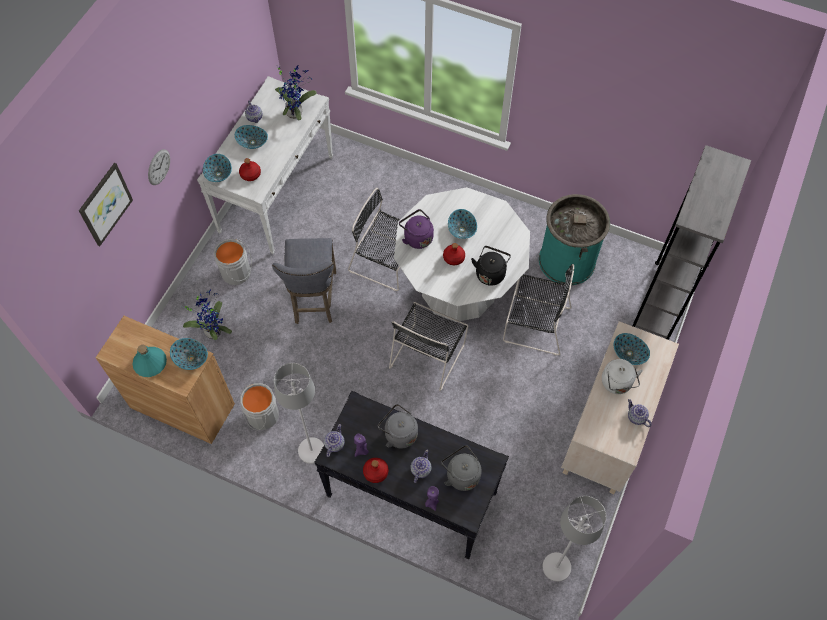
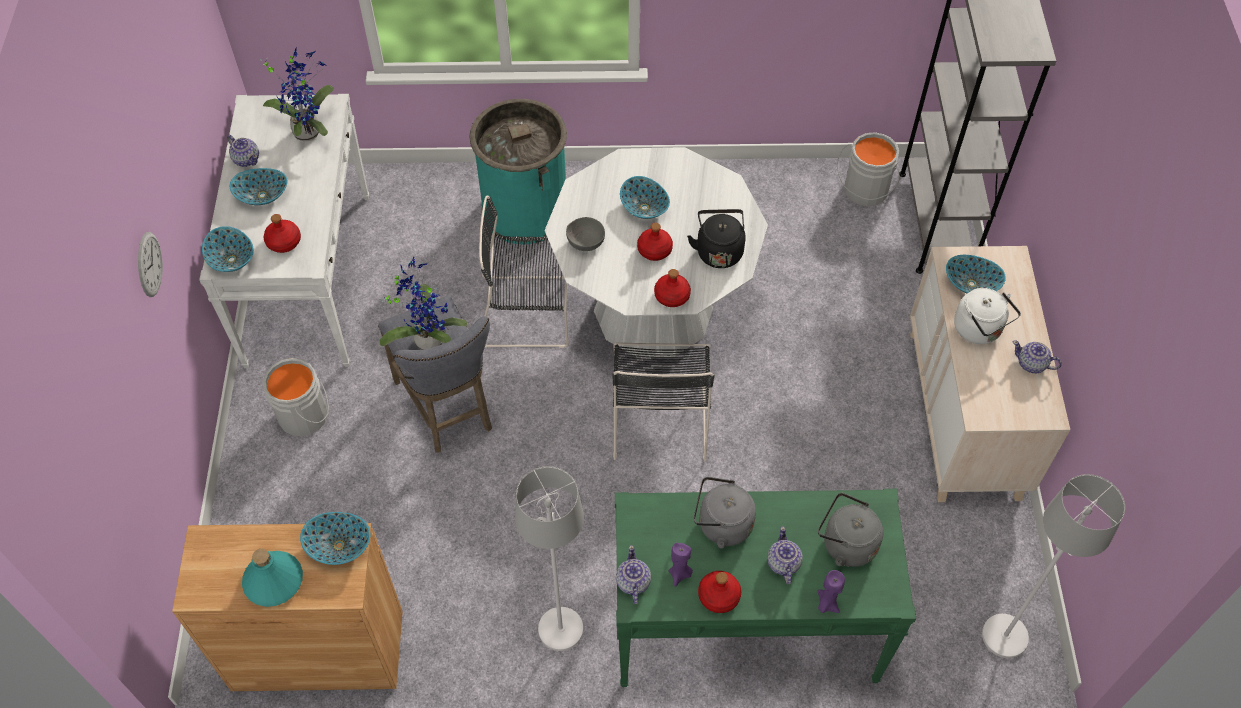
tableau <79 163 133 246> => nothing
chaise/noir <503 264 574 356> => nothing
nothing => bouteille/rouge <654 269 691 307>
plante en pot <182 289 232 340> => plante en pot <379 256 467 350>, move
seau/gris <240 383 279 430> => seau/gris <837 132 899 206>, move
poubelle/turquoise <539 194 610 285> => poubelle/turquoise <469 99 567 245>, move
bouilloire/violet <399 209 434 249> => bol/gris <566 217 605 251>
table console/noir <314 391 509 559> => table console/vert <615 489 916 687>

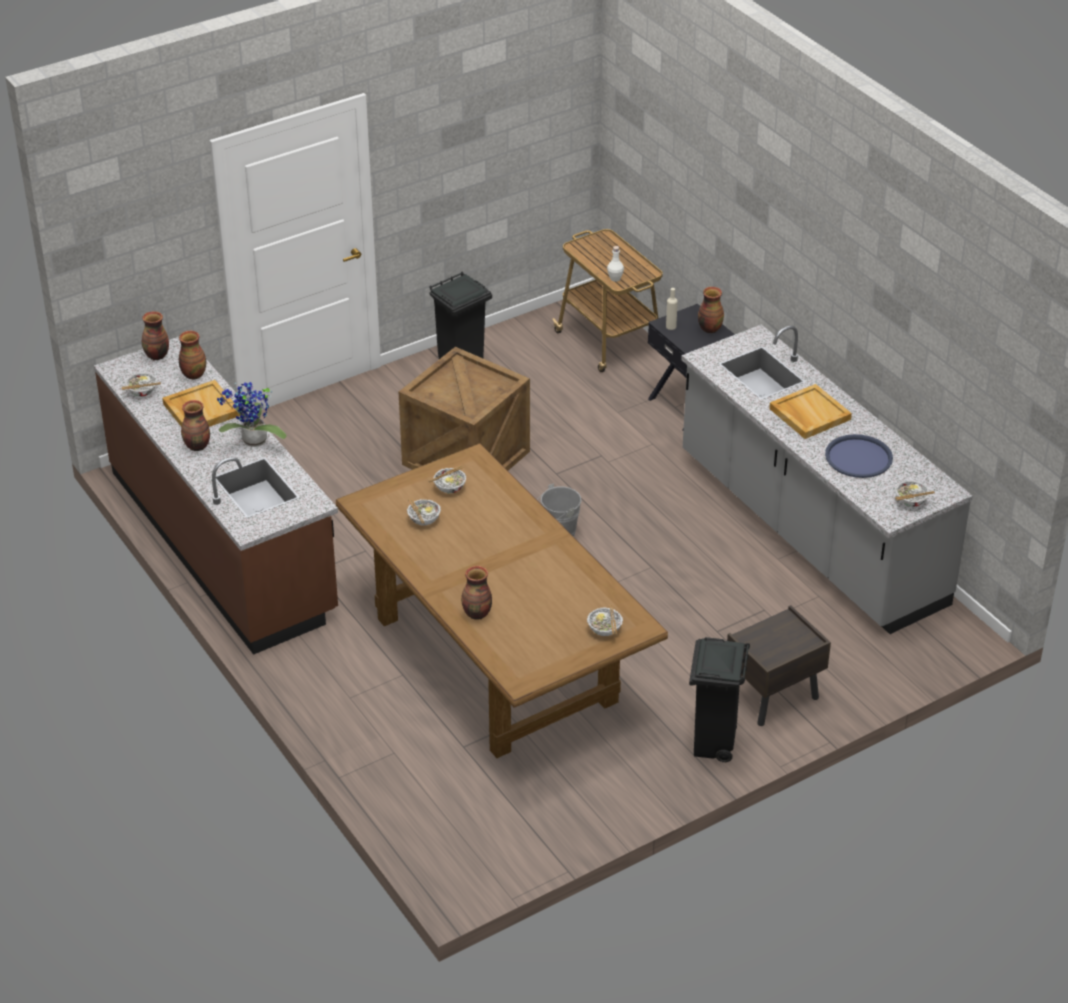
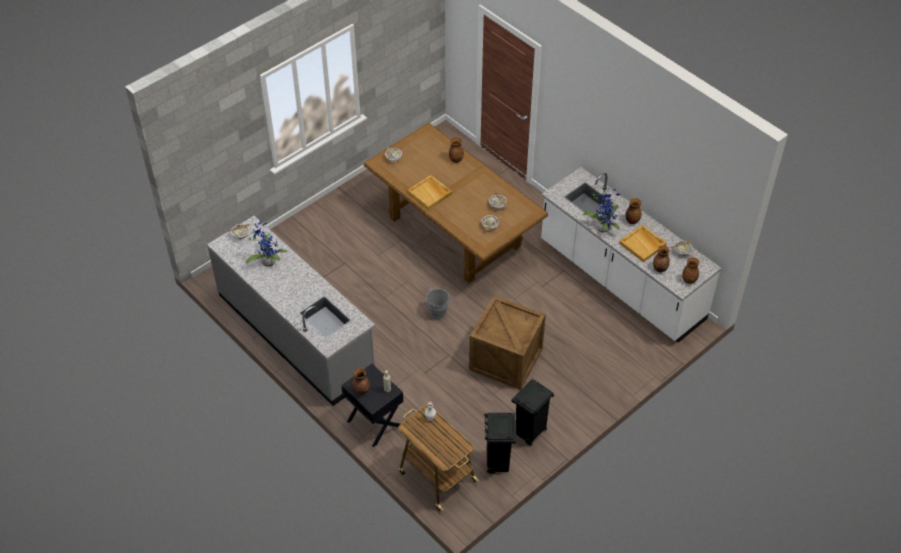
table de chevet/marron <727 605 831 726> => nothing
poubelle/noir <689 637 750 762> => poubelle/noir <484 413 516 474>, move
plateau/beige <769 384 852 439> => plateau/beige <407 175 452 210>, move
plateau/bleu <825 434 893 478> => plante en pot <246 220 287 267>
comptoir de cuisine/marron <94 337 338 655> => comptoir de cuisine/blanc <541 167 722 343>

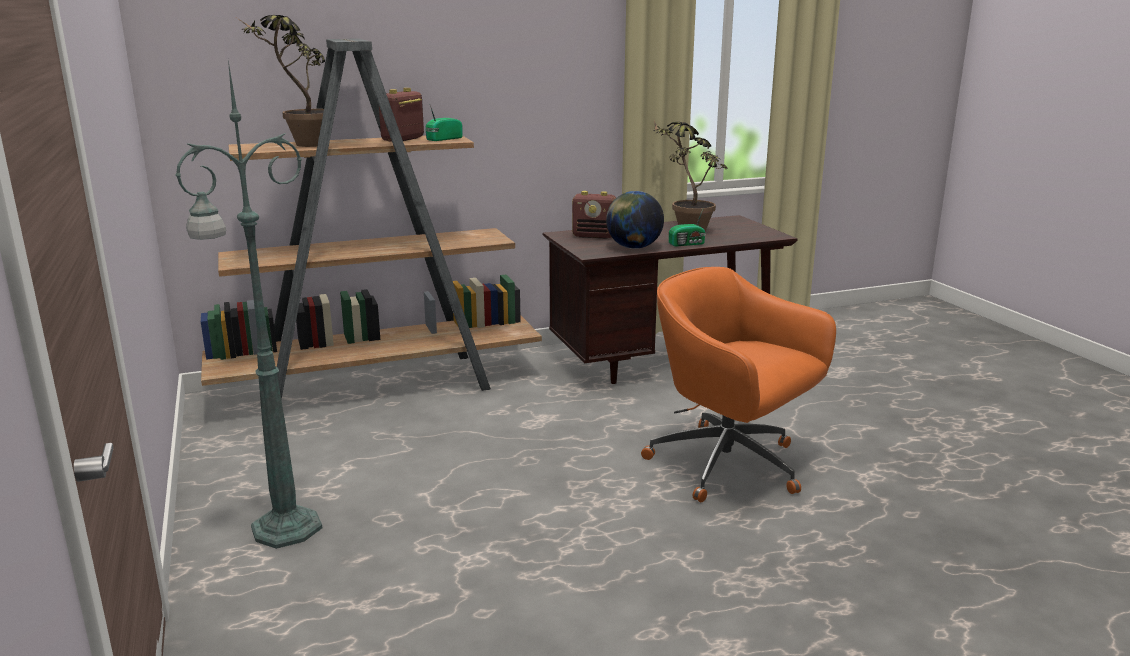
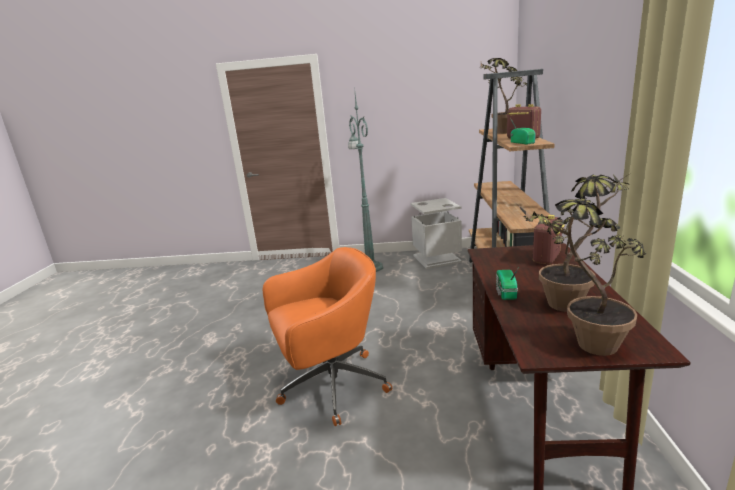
globe <606 191 664 249> => nothing
nothing => poubelle/gris <411 198 462 269>
nothing => plante en pot <517 199 646 356>

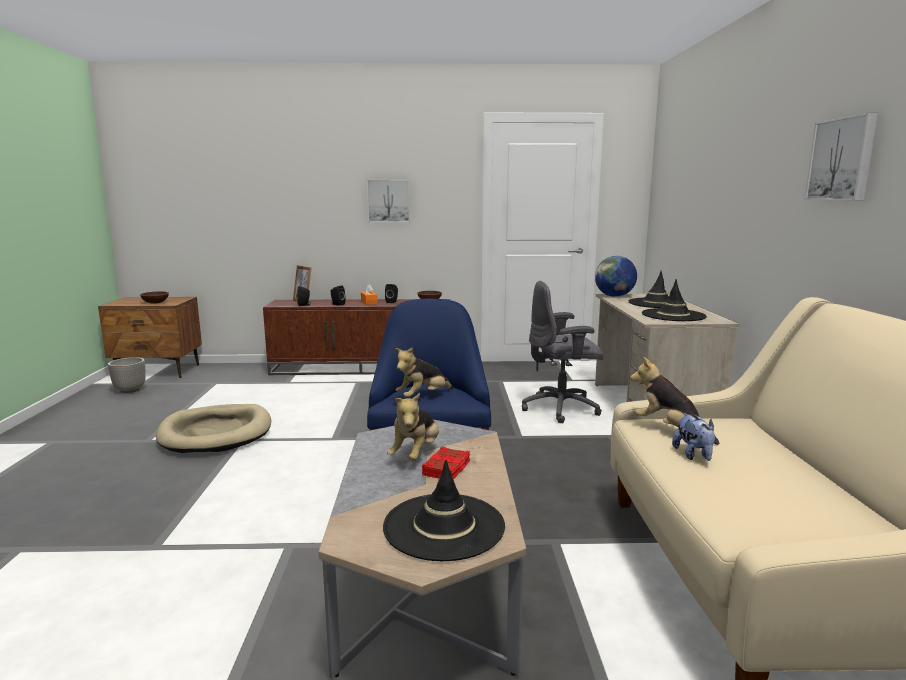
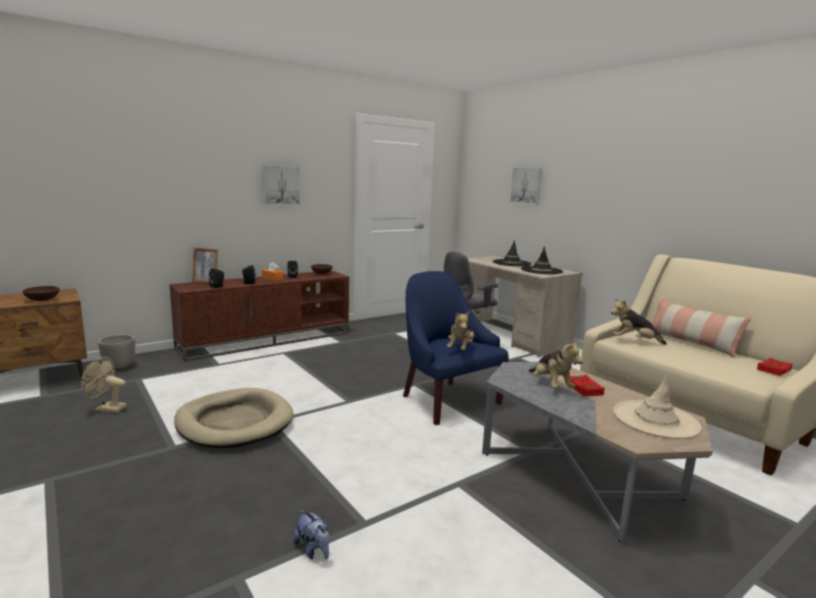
globe <595 256 637 297> => nothing
nothing => ventilateur/beige <81 357 126 413>
nothing => coussin <652 297 751 358>
nothing => livre/rouge <757 358 792 376>
cache-pot <108 357 146 393> => cache-pot <98 335 135 370>, move
peluche <672 413 715 461> => peluche <293 510 330 560>, move
tableau <805 113 878 200> => tableau <510 168 542 204>, move
chapeau/noir <383 460 505 561> => chapeau/beige <613 375 702 439>

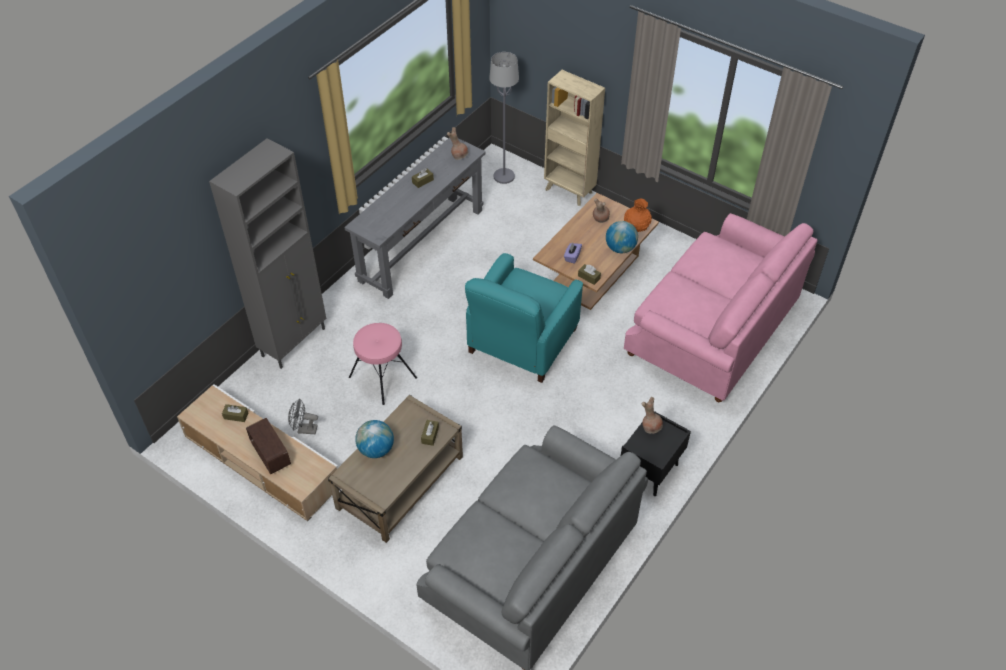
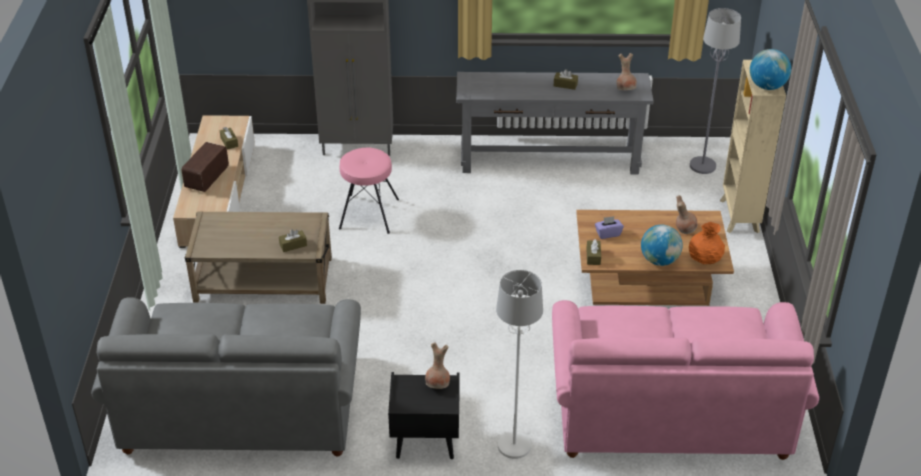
ventilateur/gris <288 399 318 434> => nothing
fauteuil/turquoise <465 253 583 383> => nothing
nothing => lampadaire/blanc <496 270 543 459>
globe <355 420 394 458> => globe <750 49 791 90>, move

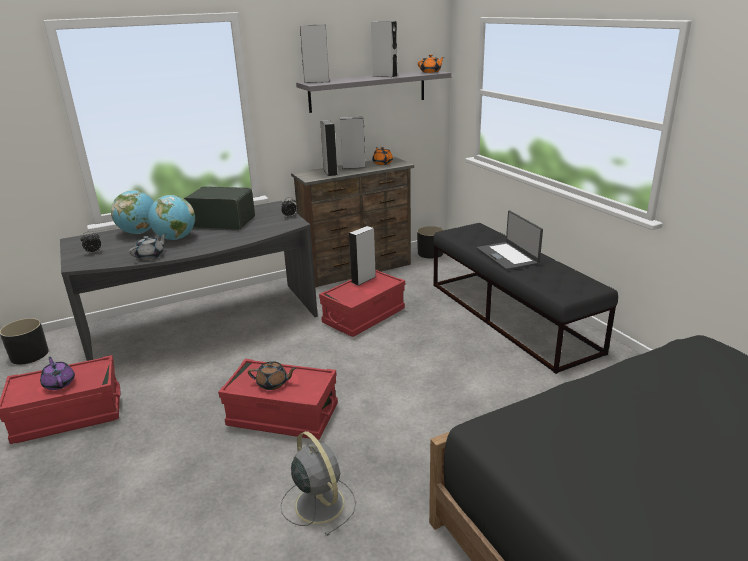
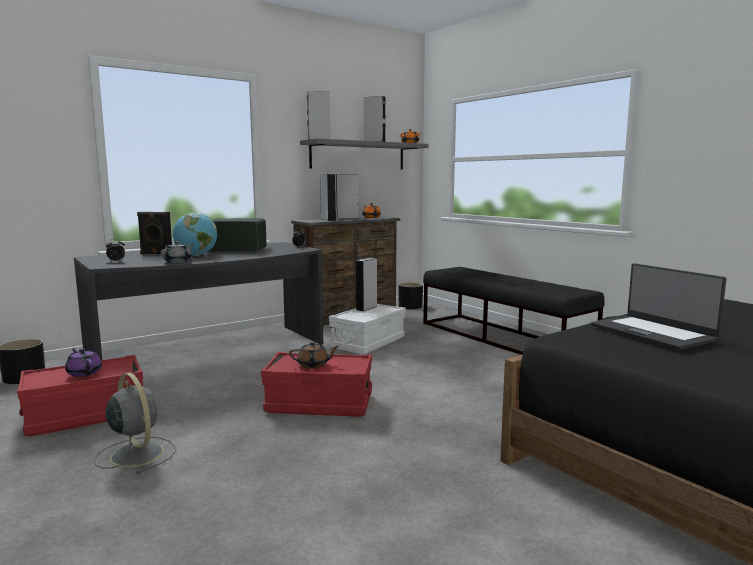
ventilateur/gris <280 431 356 536> => ventilateur/gris <94 372 176 474>, move
ordinateur portable <477 211 543 270> => ordinateur portable <591 263 726 350>, move
globe <111 190 154 234> => enceinte/noir <137 212 172 254>
boîte de rangement/rouge <319 269 405 337> => boîte de rangement/blanc <329 304 406 354>

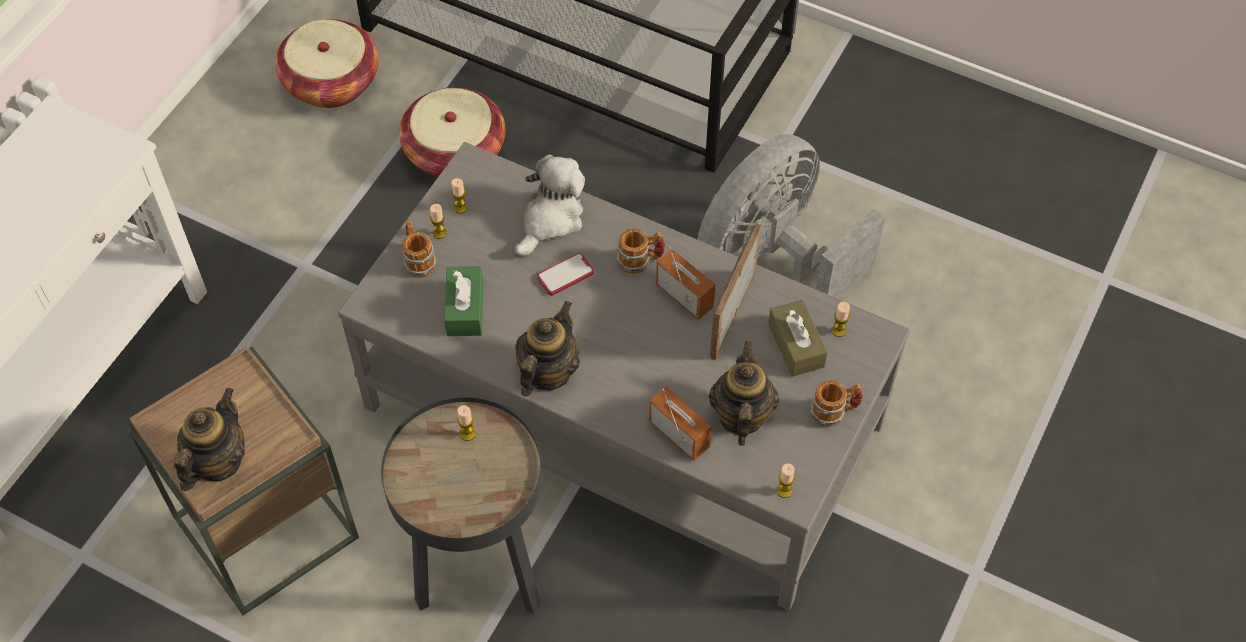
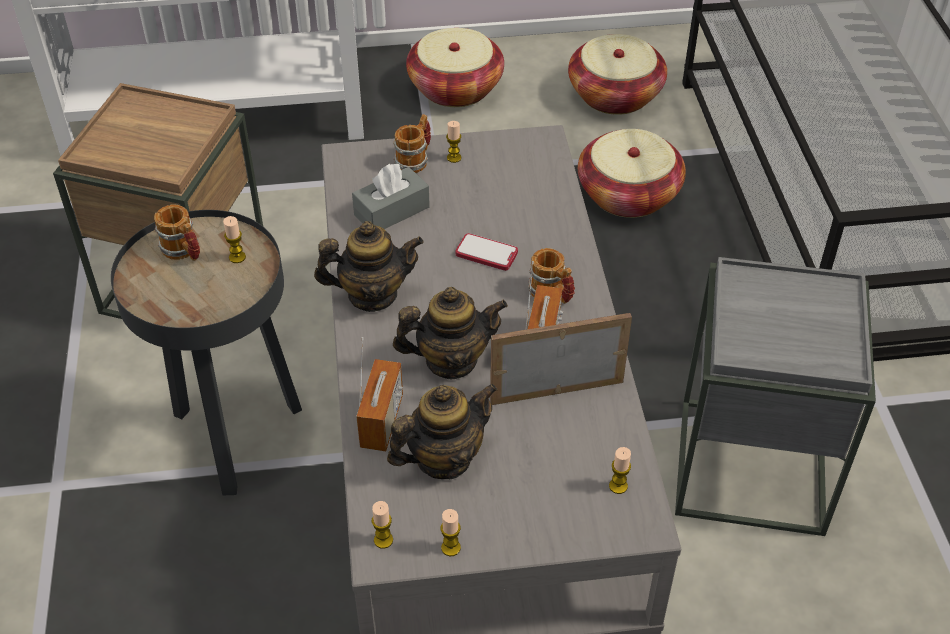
peluche <515 154 585 256> => nothing
boîte à mouchoirs/marron <768 300 827 377> => nothing
nothing => panier <406 28 504 107>
théière <174 388 245 491> => théière <393 287 508 379>, move
bougie <451 178 468 214> => bougie <440 509 461 556>, move
mug <810 380 863 427> => mug <154 204 200 261>, move
ventilateur/gris <698 134 885 299> => table d'appoint/gris <675 257 876 536>
boîte à mouchoirs/vert <444 266 483 336> => boîte à mouchoirs/gris <352 164 430 229>

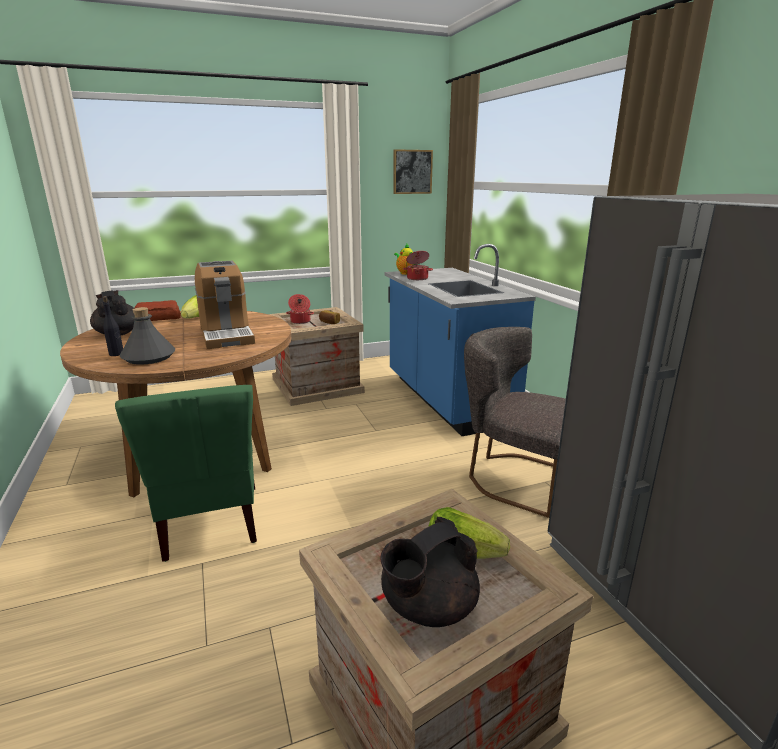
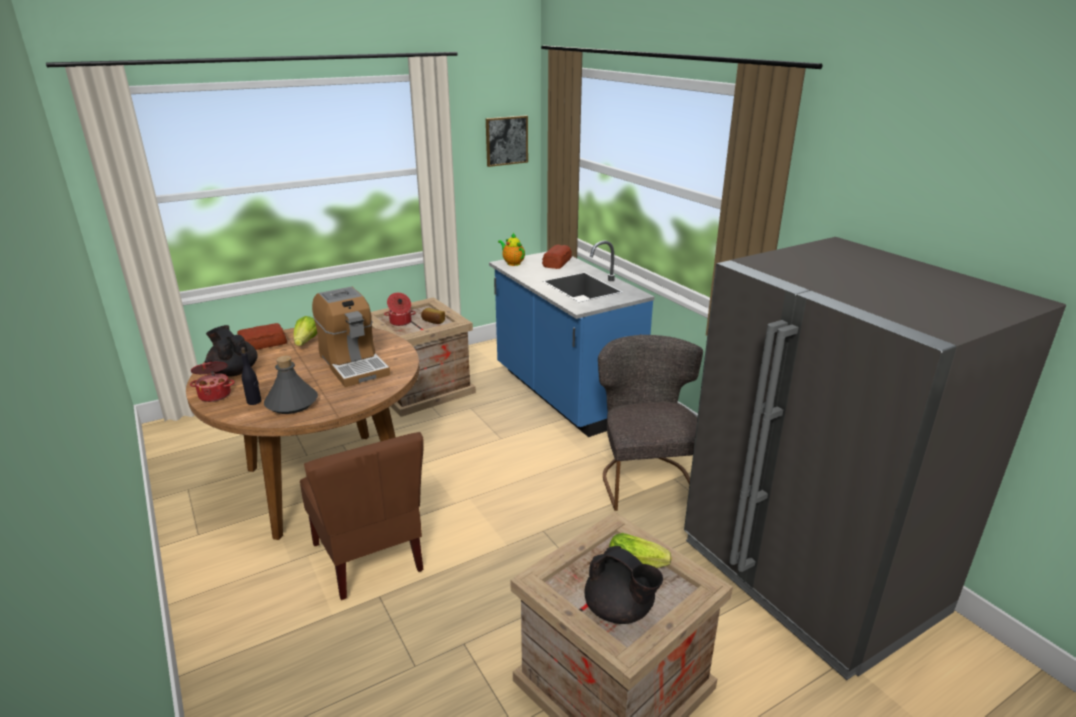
nothing => pain <542 245 572 269>
marmite <403 251 433 280> => marmite <190 359 235 402>, move
chaise/vert <115 385 257 562> => chaise/marron <300 432 424 600>
théière/noir <380 517 480 627> => théière/noir <585 546 663 624>, 90 degrees counterclockwise
chaise/gris <464 327 566 518> => chaise/gris <598 334 703 511>, 60 degrees clockwise

